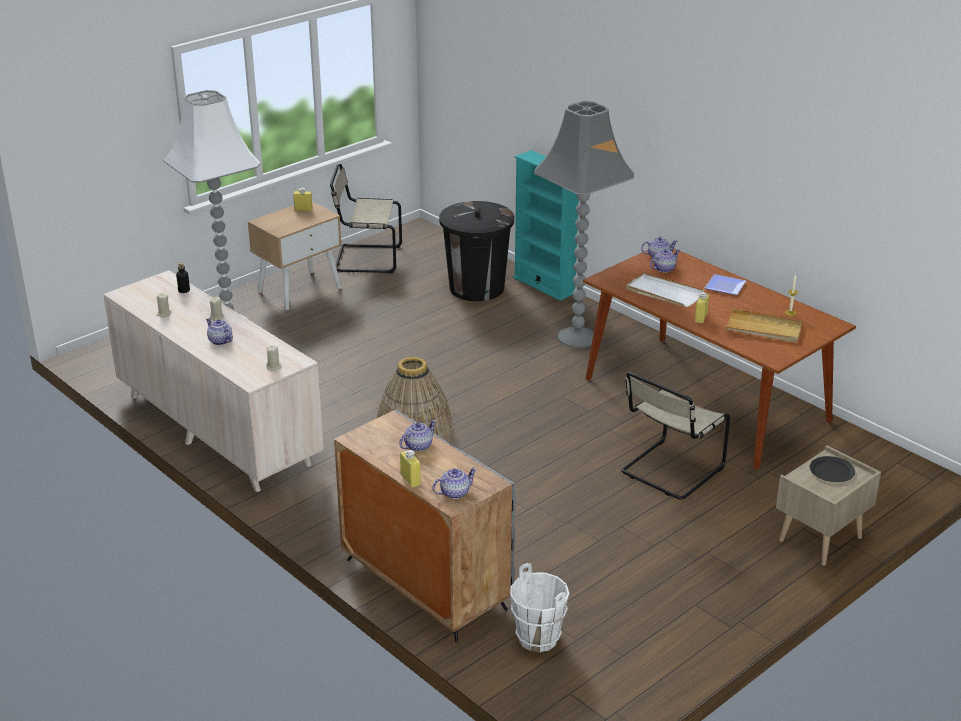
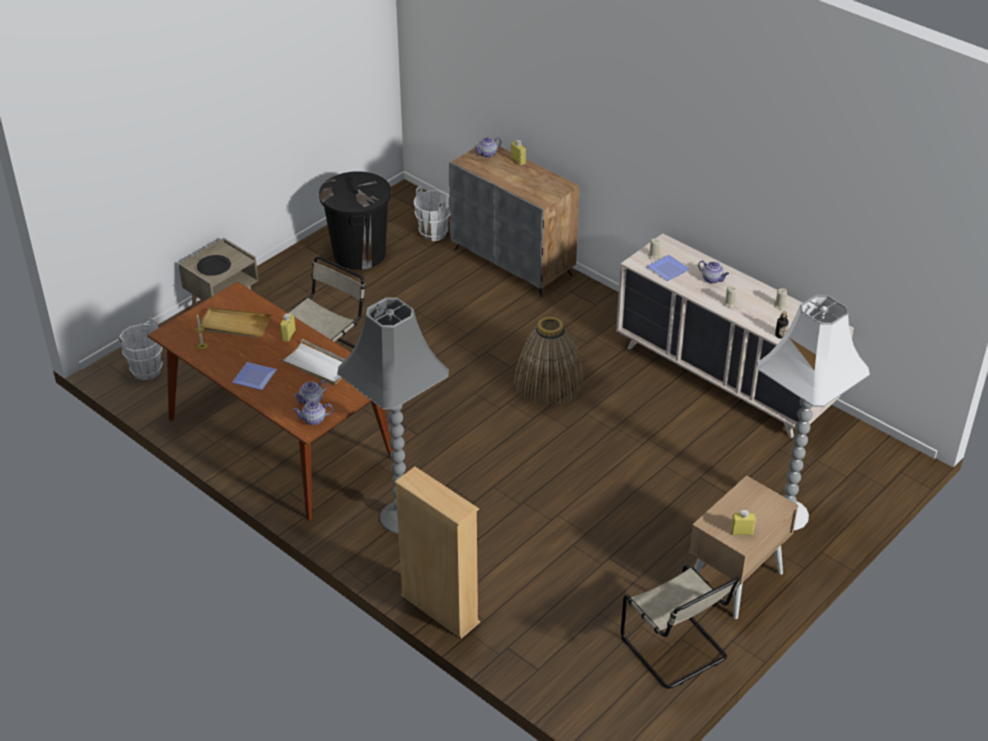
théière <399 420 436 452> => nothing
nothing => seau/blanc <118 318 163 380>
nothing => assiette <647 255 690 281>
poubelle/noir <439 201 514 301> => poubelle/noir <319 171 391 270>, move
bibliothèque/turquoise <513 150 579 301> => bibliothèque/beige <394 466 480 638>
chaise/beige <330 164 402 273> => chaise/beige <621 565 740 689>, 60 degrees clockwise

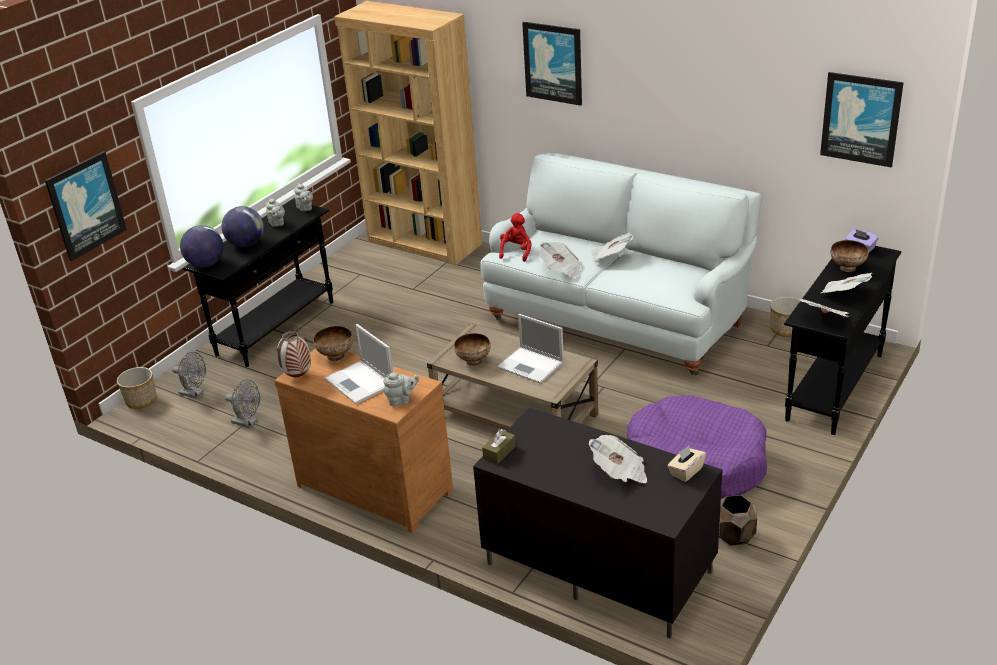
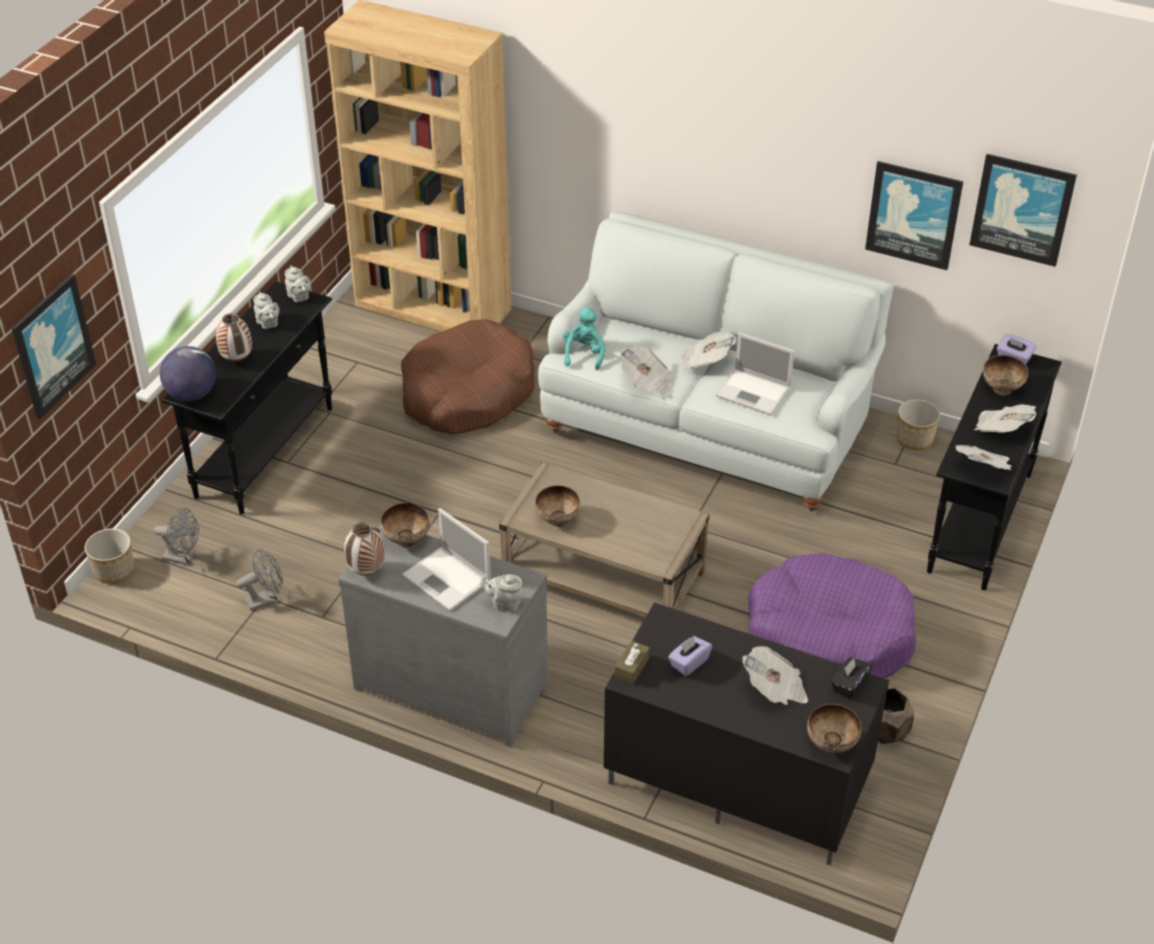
nothing => panier pour chien/marron <401 319 535 434>
nothing => boîte à mouchoirs/violet <668 636 712 676>
nothing => bol <807 704 861 753>
ordinateur portable <497 314 564 384> => ordinateur portable <716 332 795 415>, move
tableau <522 22 582 106> => tableau <865 161 963 270>, move
globe <222 206 264 247> => vase <216 313 252 362>
commode/marron <274 348 453 533> => commode/gris <339 524 548 747>
peluche/rouge <499 213 532 262> => peluche/turquoise <563 308 606 370>
boîte à mouchoirs/beige <668 445 706 482> => boîte à mouchoirs/noir <831 657 872 699>
ventilateur/gris <225 380 260 428> => ventilateur/gris <236 549 283 611>, 45 degrees counterclockwise
théière/gris <383 373 419 406> => théière/gris <480 575 524 612>, 150 degrees counterclockwise

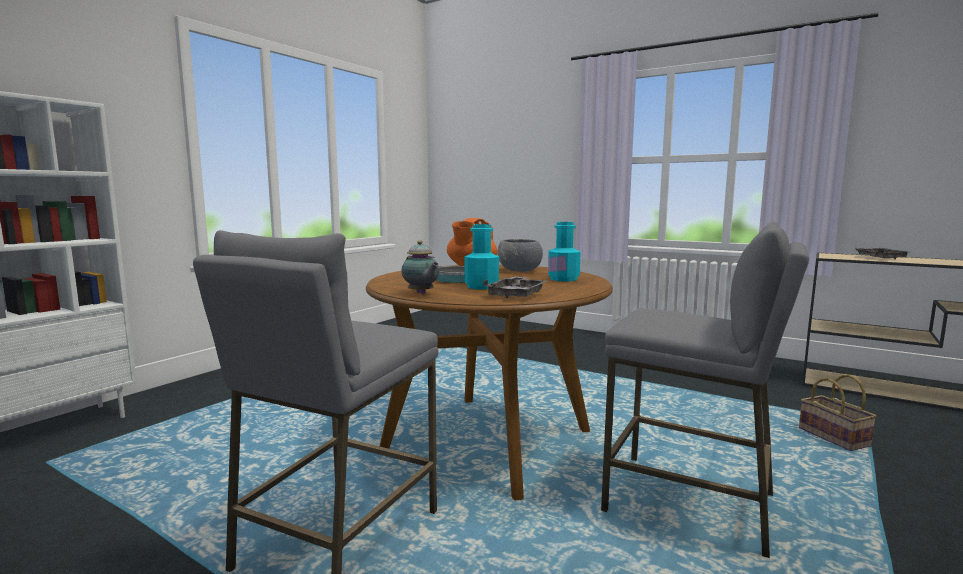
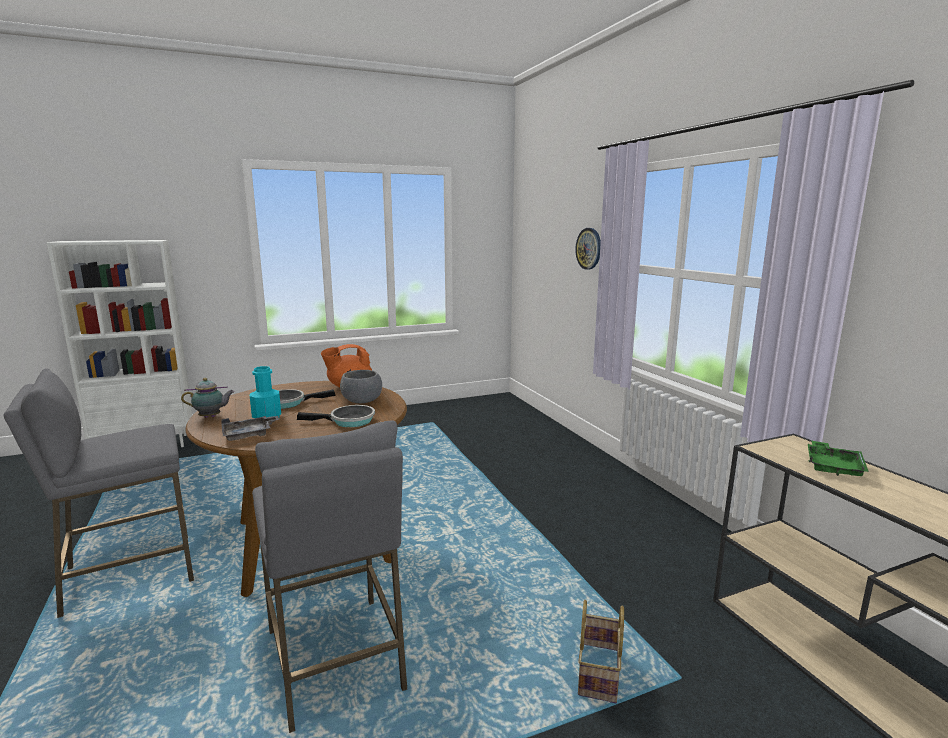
nothing => horloge murale <575 228 601 270>
bouteille/turquoise <548 222 581 282> => poêle <297 405 375 427>
plateau/gris <855 248 909 259> => plateau/vert <808 440 869 476>
théière <401 241 439 294> => théière <181 378 235 418>, 105 degrees counterclockwise

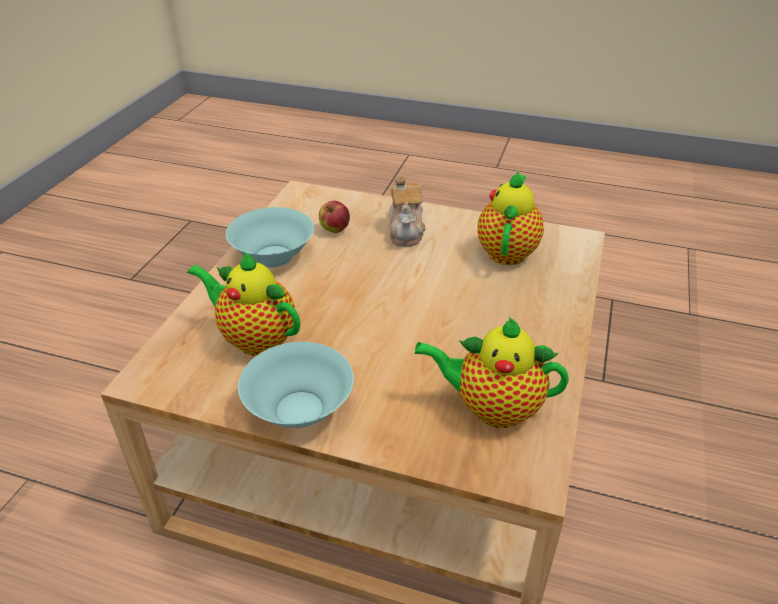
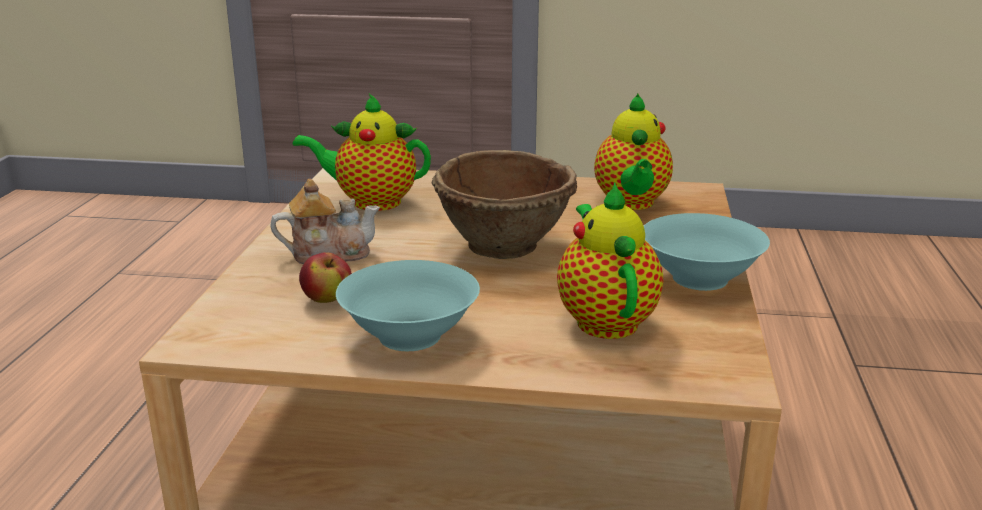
nothing => bol/marron <432 150 577 259>
théière <187 251 300 356> => théière <557 182 663 339>, 150 degrees clockwise

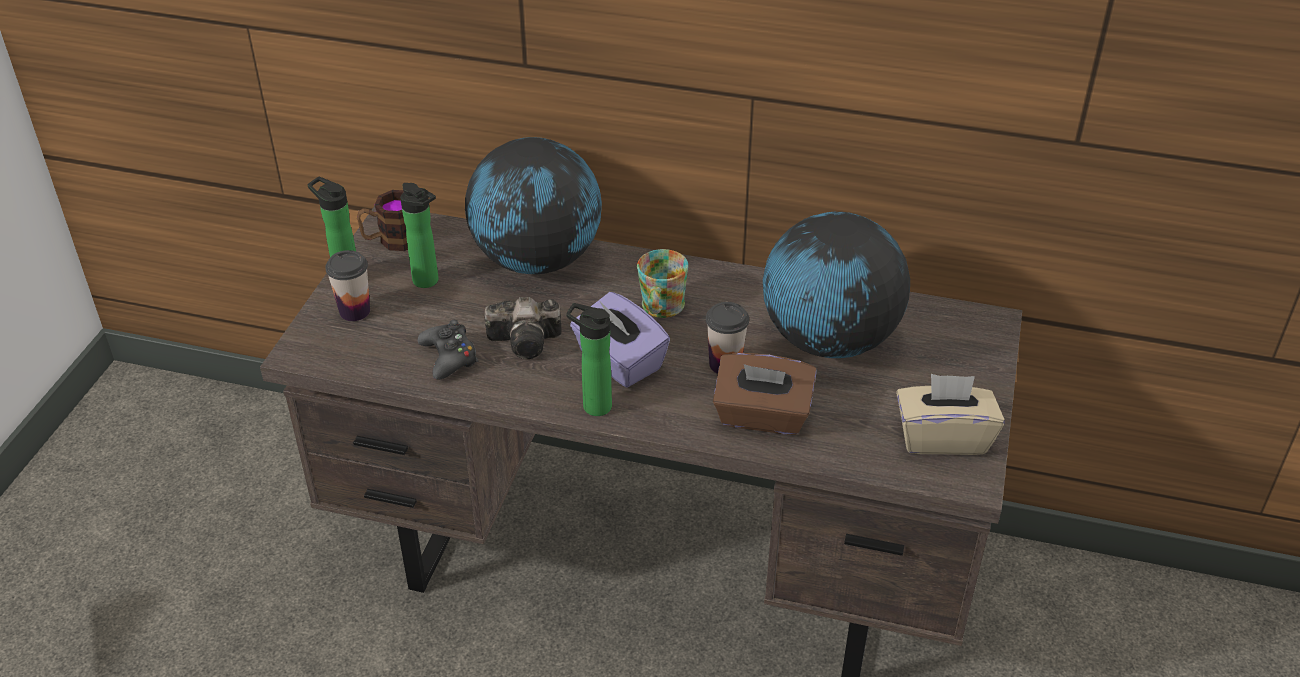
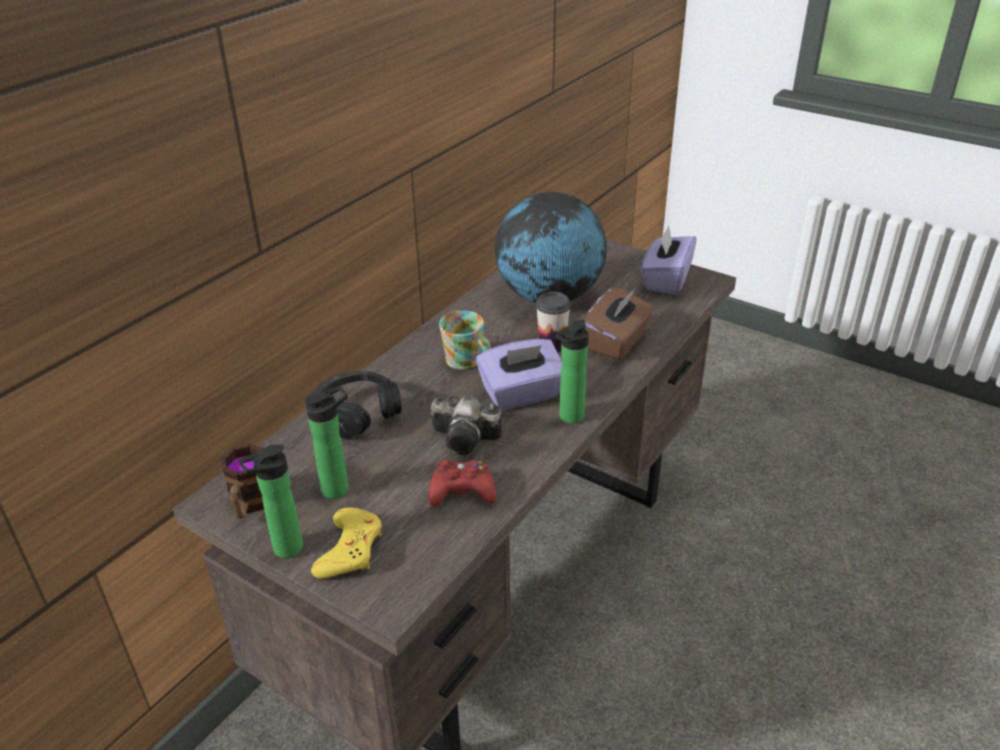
tasse <325 250 370 321> => manette/jaune <311 508 381 579>
globe <465 137 602 274> => casque audio/noir <314 371 401 439>
manette/noir <417 320 478 380> => manette/rouge <428 460 496 507>
boîte à mouchoirs/beige <896 374 1005 455> => boîte à mouchoirs/violet <641 226 697 295>
appareil photo <484 297 562 359> => appareil photo <430 395 502 455>, 90 degrees clockwise

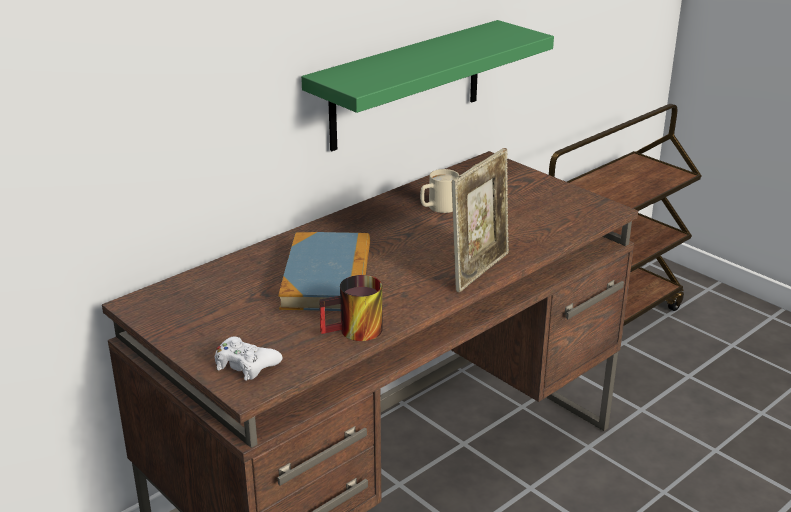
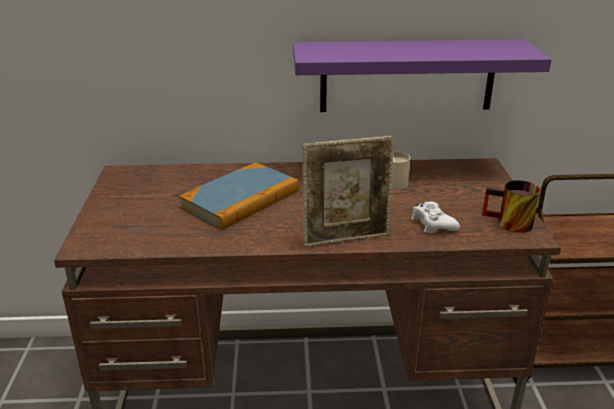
manette/blanc <215 336 283 381> => manette/blanc <411 201 460 233>, move
mug <319 275 382 341> => mug <482 180 540 233>, move
étagère/vert <301 20 554 151> => étagère/violet <293 40 551 112>

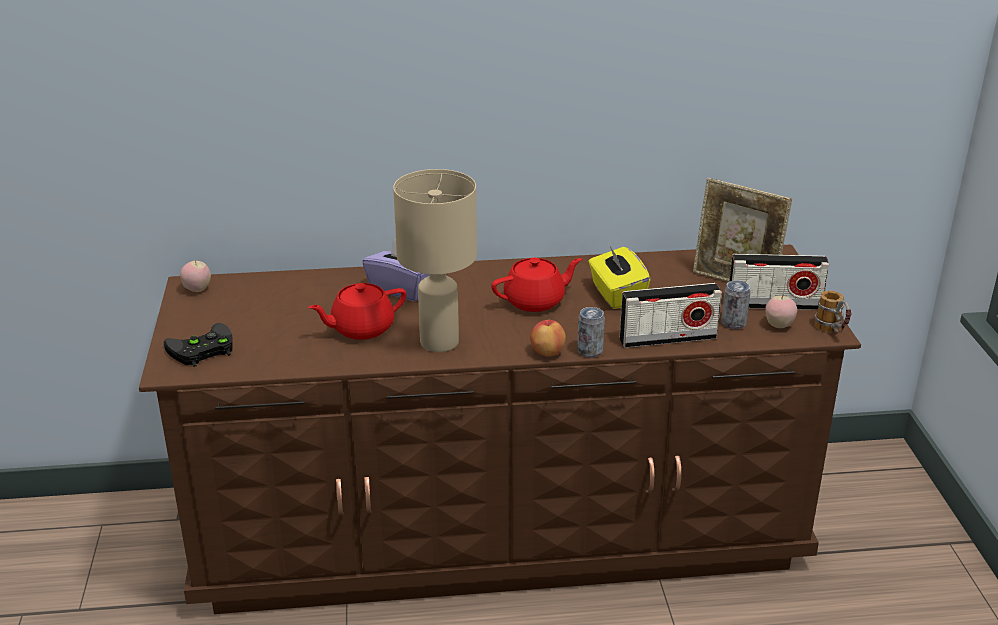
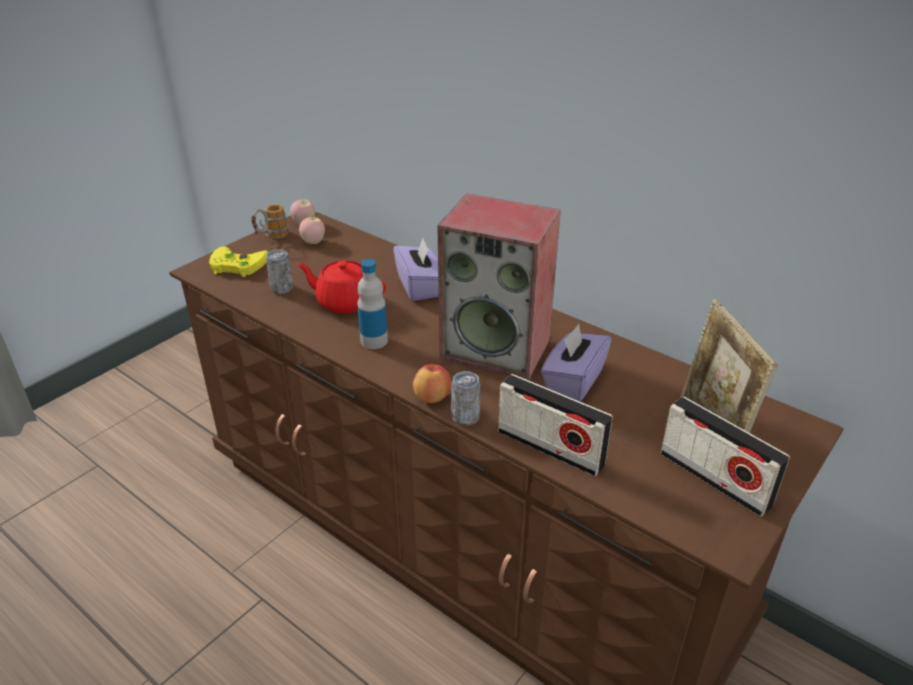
boîte métallique <721 280 751 329> => boîte métallique <266 249 293 294>, move
pomme <765 295 797 328> => pomme <299 217 325 244>, move
mug <815 291 852 333> => mug <251 204 288 239>, move
lampe de table/beige <393 169 477 352> => bouteille <357 259 388 349>
théière/rouge <491 258 582 312> => enceinte <437 193 561 380>
manette/noir <164 323 233 367> => manette/jaune <209 246 268 277>
boîte à mouchoirs/jaune <588 244 651 309> => boîte à mouchoirs/violet <541 324 612 401>

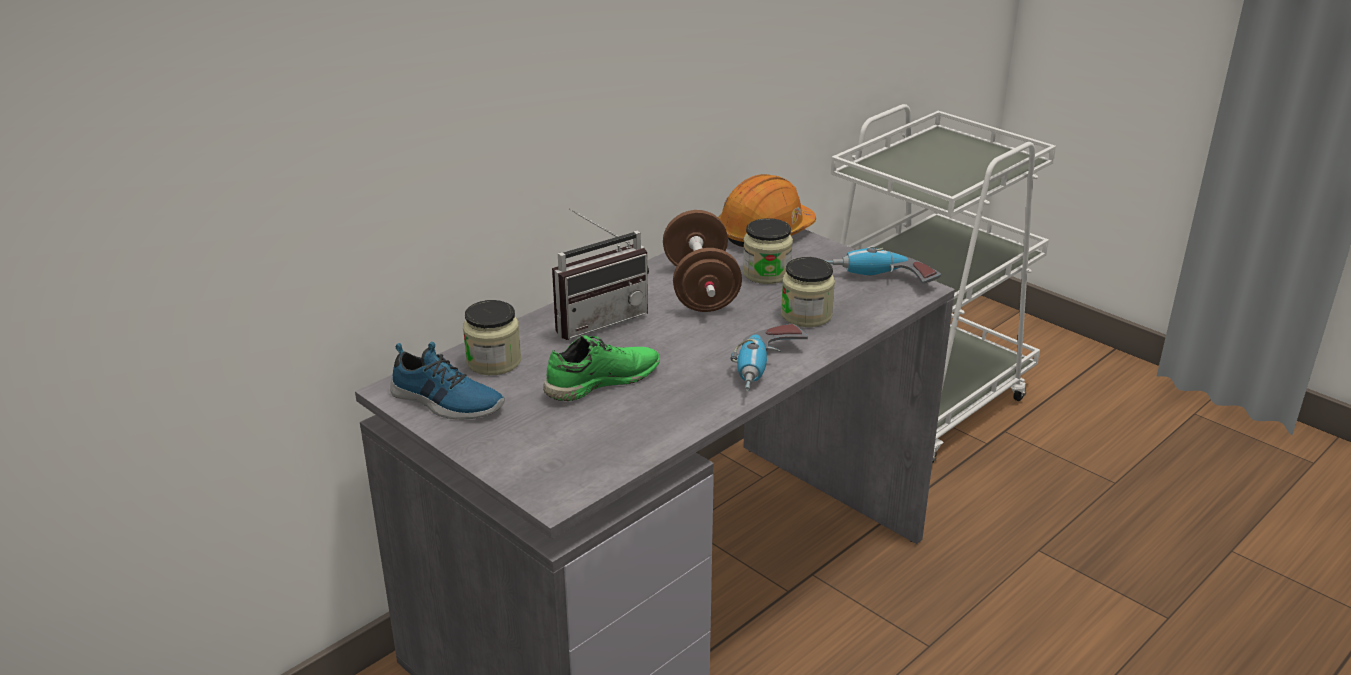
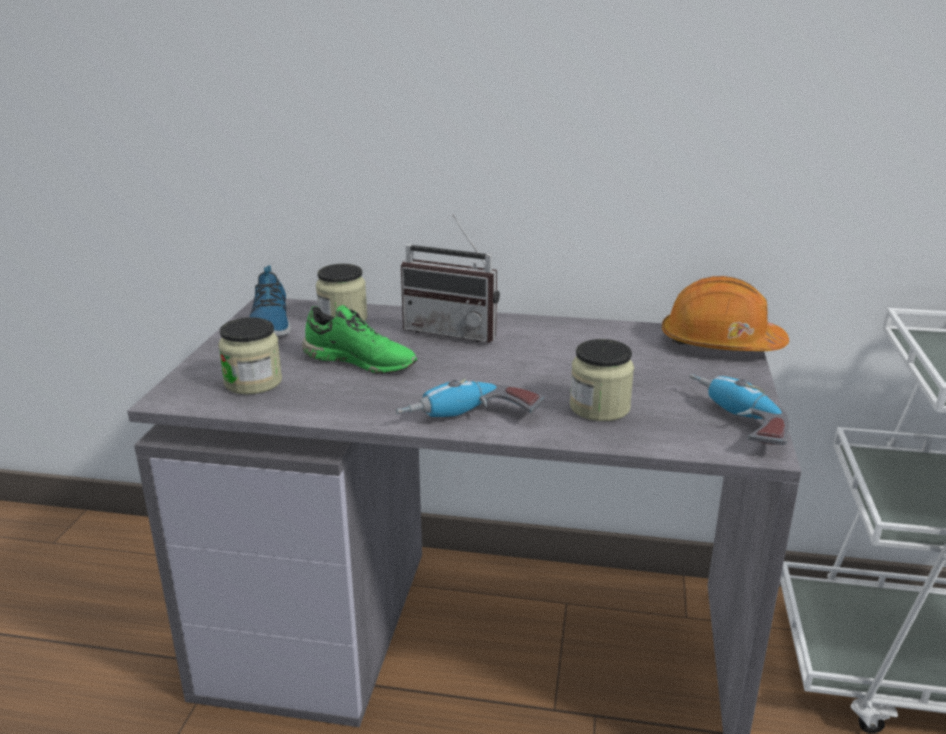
haltère/marron <663 210 742 312> => nothing
bocal <743 218 793 284> => bocal <218 317 282 395>, move

